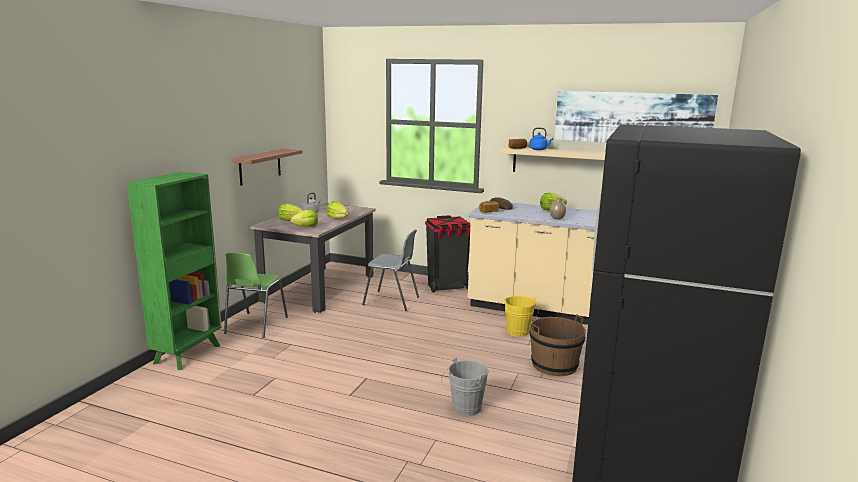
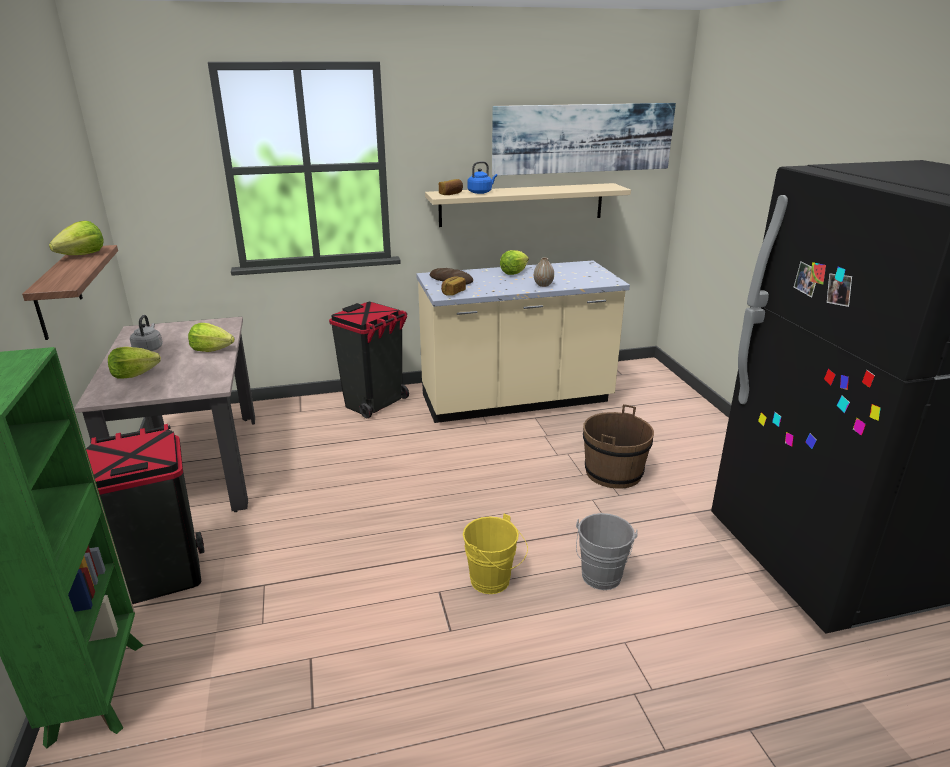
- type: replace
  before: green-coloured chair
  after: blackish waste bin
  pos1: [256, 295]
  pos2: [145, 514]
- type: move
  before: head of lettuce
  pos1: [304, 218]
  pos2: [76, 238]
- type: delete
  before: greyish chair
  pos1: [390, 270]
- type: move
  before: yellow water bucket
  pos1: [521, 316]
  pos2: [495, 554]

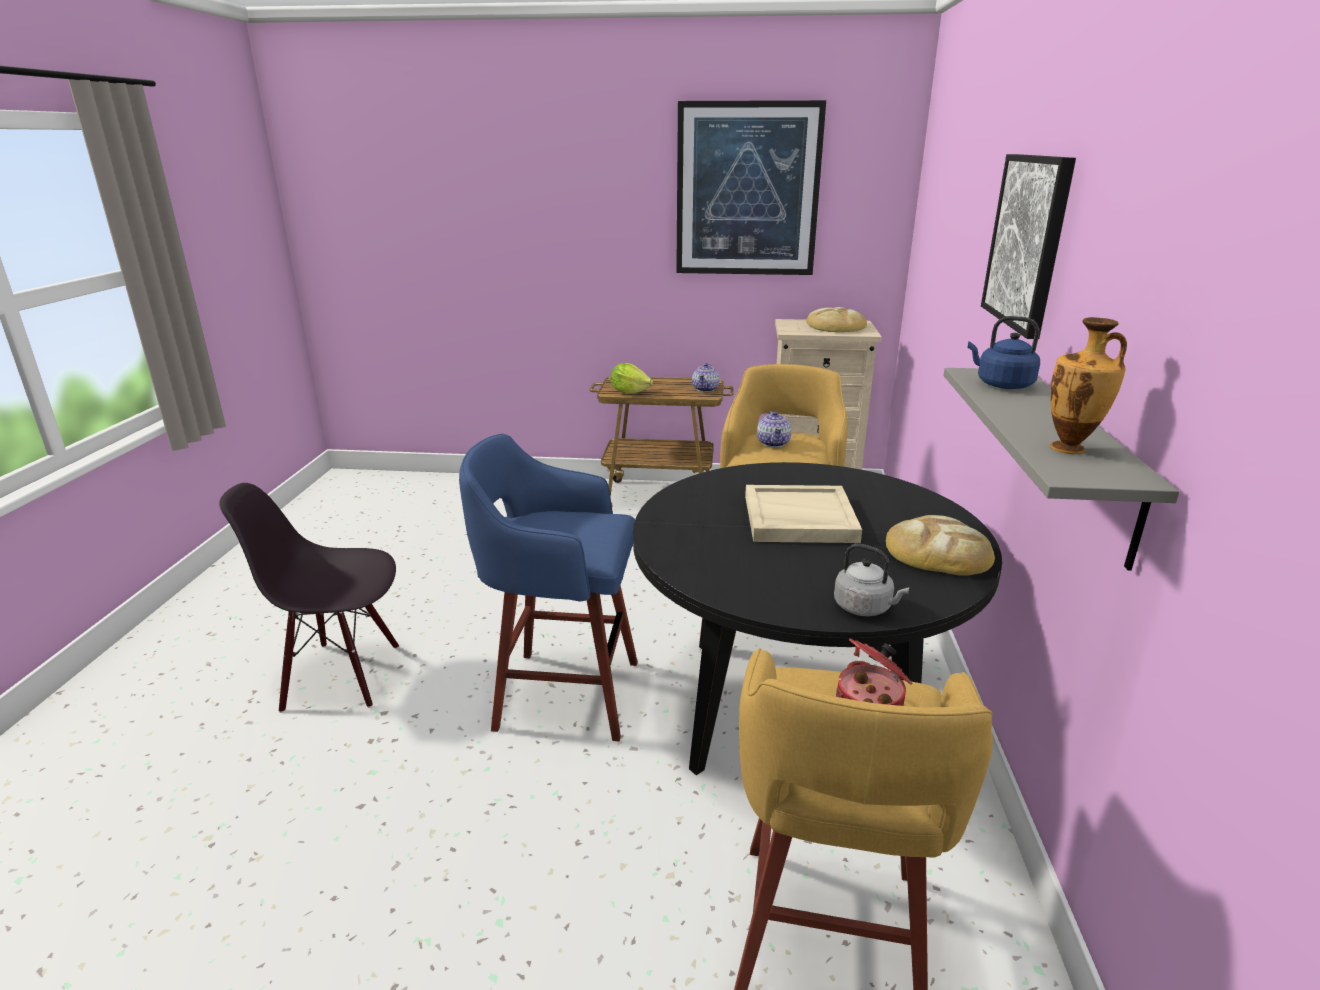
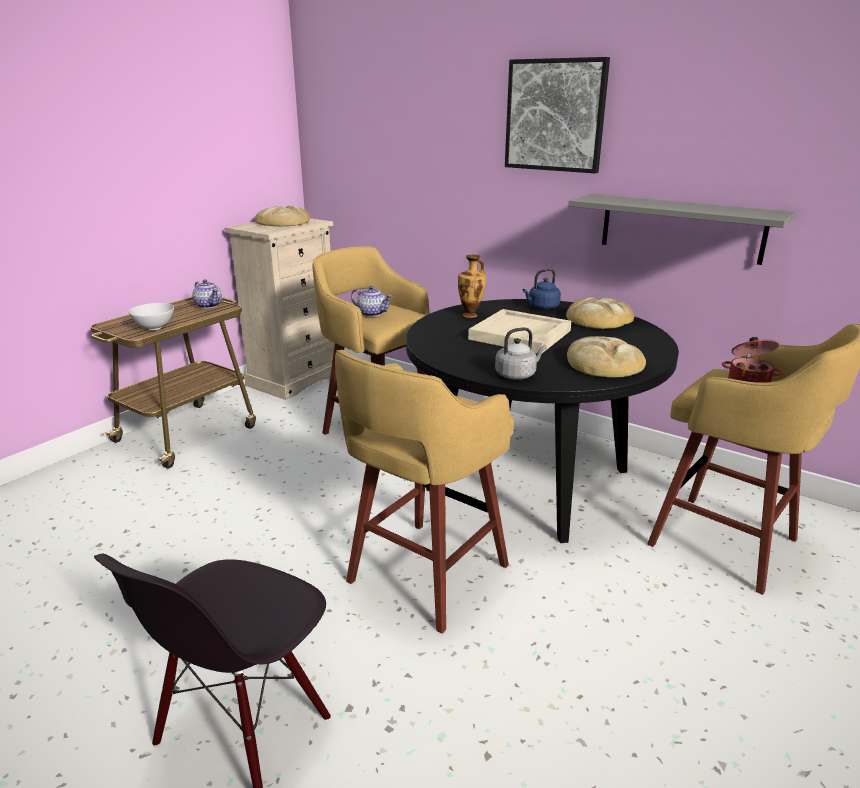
- type: recolor
  before: blue stool seat
  after: yellow stool seat
  pos1: [548, 587]
  pos2: [424, 491]
- type: replace
  before: head of lettuce
  after: white serving bowl
  pos1: [632, 378]
  pos2: [151, 316]
- type: delete
  before: wall picture
  pos1: [751, 187]
- type: move
  before: greyish kettle
  pos1: [872, 580]
  pos2: [520, 353]
- type: move
  before: blue kettle
  pos1: [1004, 352]
  pos2: [542, 289]
- type: move
  before: flower vase
  pos1: [1088, 385]
  pos2: [472, 286]
- type: insert
  after: bread
  pos2: [606, 356]

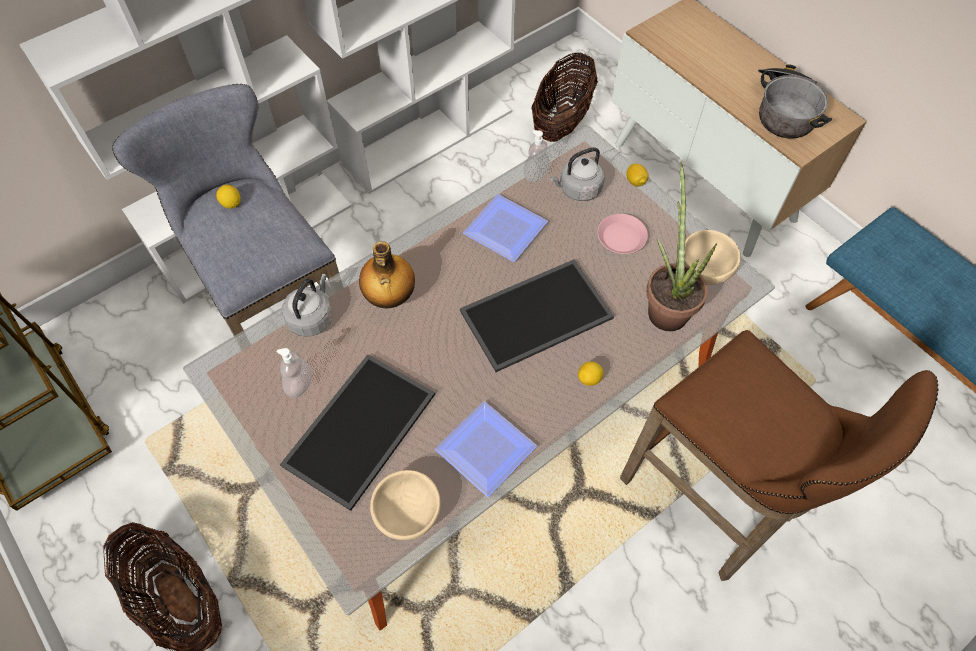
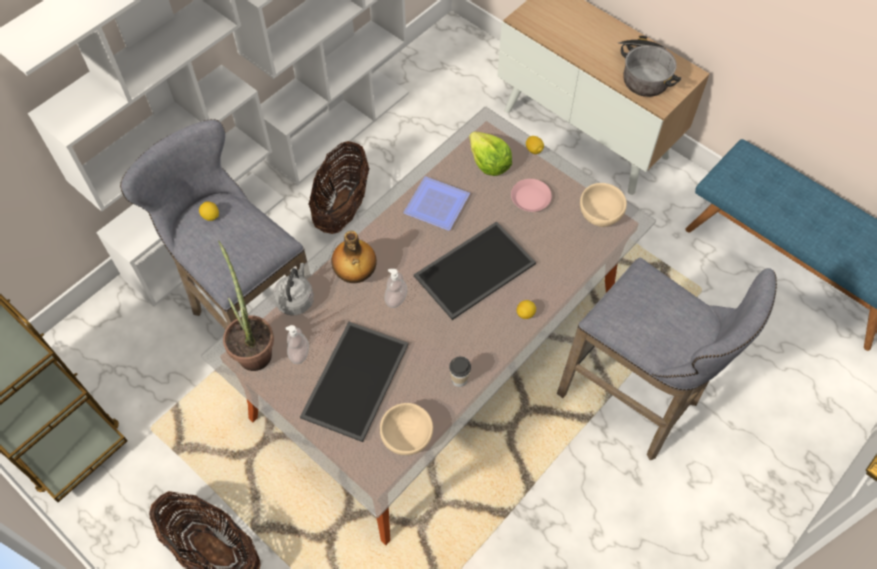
- type: replace
  before: dinner plate
  after: cup
  pos1: [486, 449]
  pos2: [460, 371]
- type: move
  before: soap bottle
  pos1: [536, 156]
  pos2: [395, 288]
- type: move
  before: storage basket
  pos1: [564, 97]
  pos2: [339, 187]
- type: replace
  before: greyish kettle
  after: head of lettuce
  pos1: [577, 174]
  pos2: [490, 153]
- type: recolor
  before: brown stool seat
  after: greyish stool seat
  pos1: [779, 455]
  pos2: [667, 359]
- type: move
  before: plant in a pot
  pos1: [681, 246]
  pos2: [246, 306]

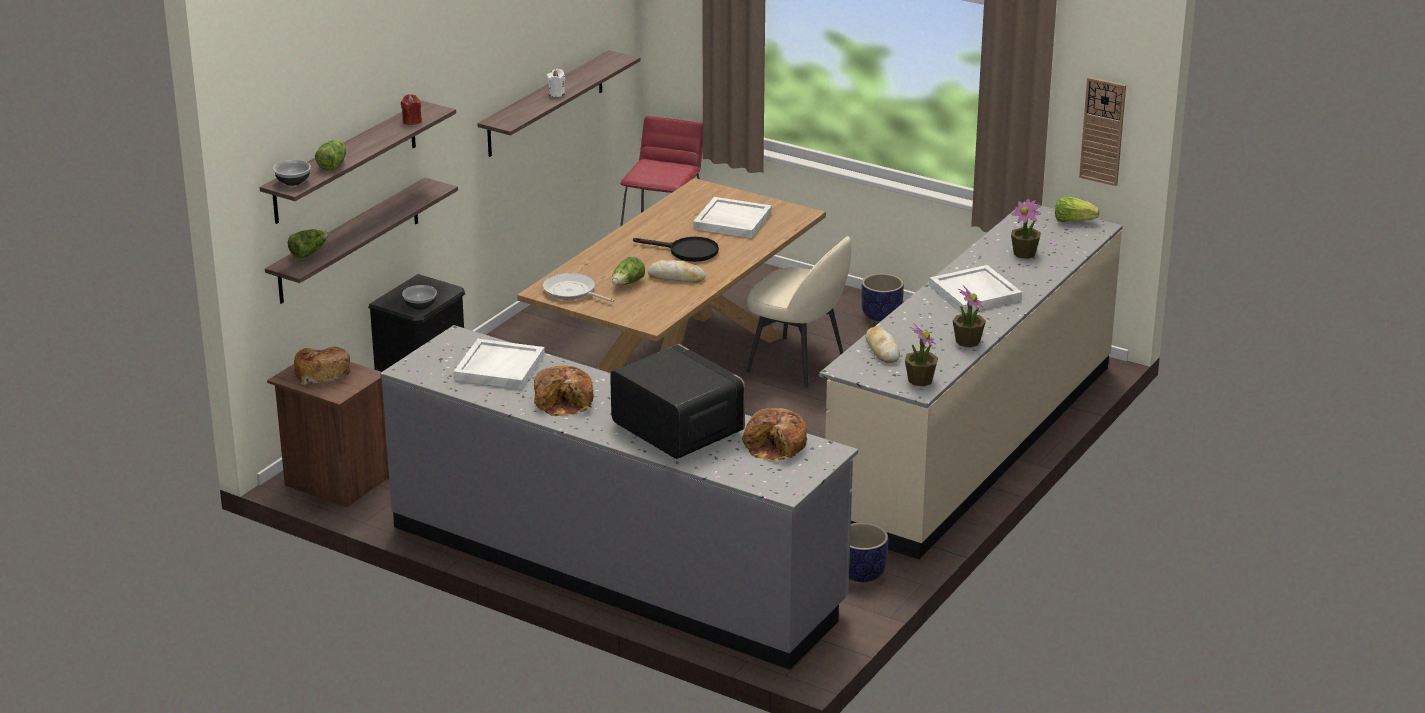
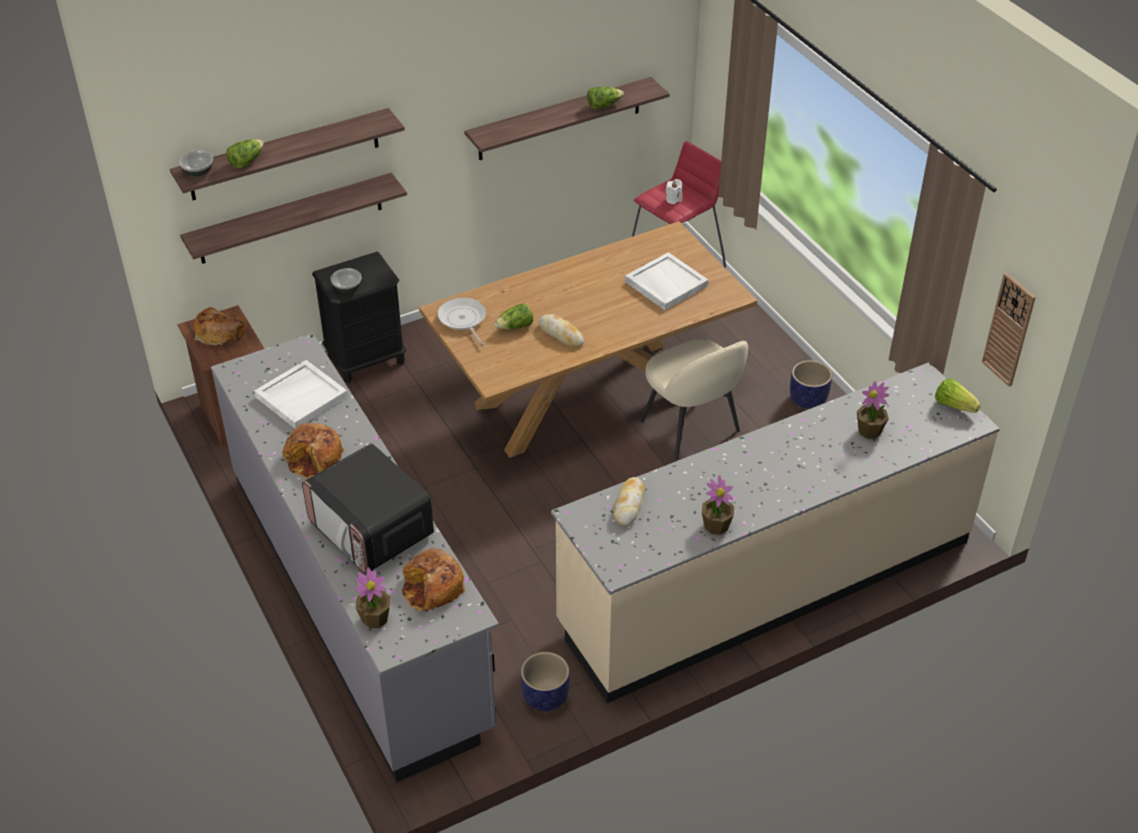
- type: move
  before: head of lettuce
  pos1: [308, 243]
  pos2: [605, 98]
- type: delete
  before: reddish wax candle
  pos1: [411, 109]
- type: move
  before: white wax candle
  pos1: [556, 83]
  pos2: [674, 191]
- type: rotate
  before: microwave
  pos1: [677, 401]
  pos2: [368, 508]
  turn: 150
- type: delete
  before: blackish pan
  pos1: [676, 249]
- type: move
  before: plant in a pot
  pos1: [921, 355]
  pos2: [372, 597]
- type: delete
  before: white carrying tray
  pos1: [975, 289]

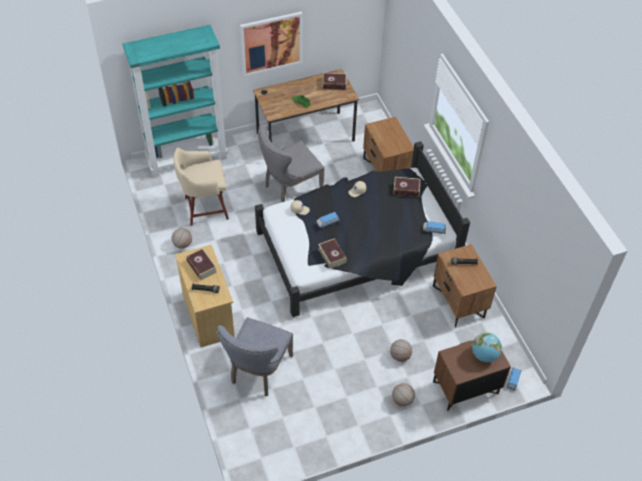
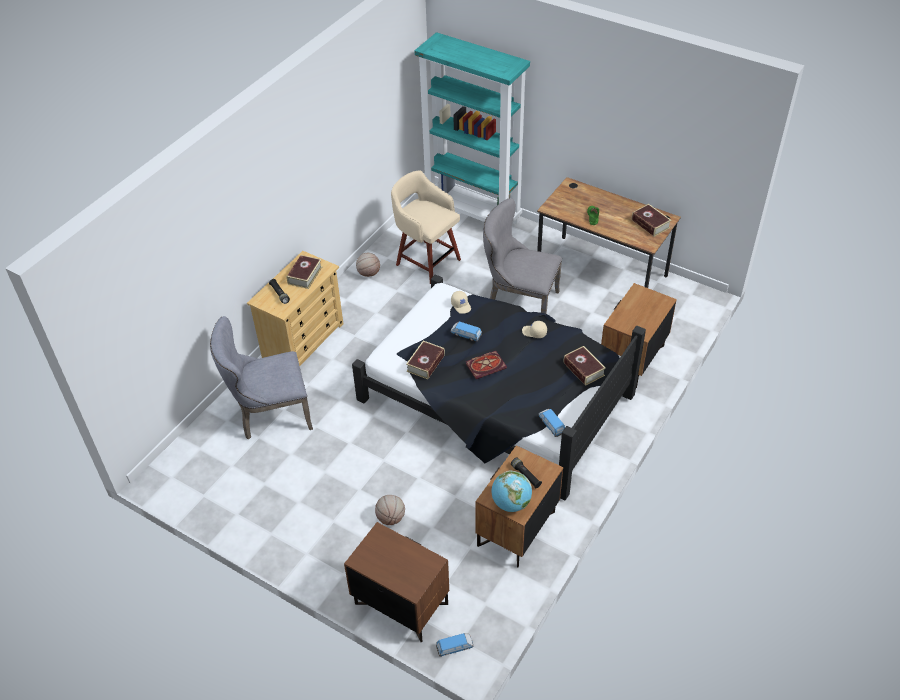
- type: delete
  before: wall picture
  pos1: [271, 44]
- type: delete
  before: basketball
  pos1: [403, 395]
- type: move
  before: desk globe
  pos1: [487, 347]
  pos2: [511, 491]
- type: insert
  after: book
  pos2: [486, 365]

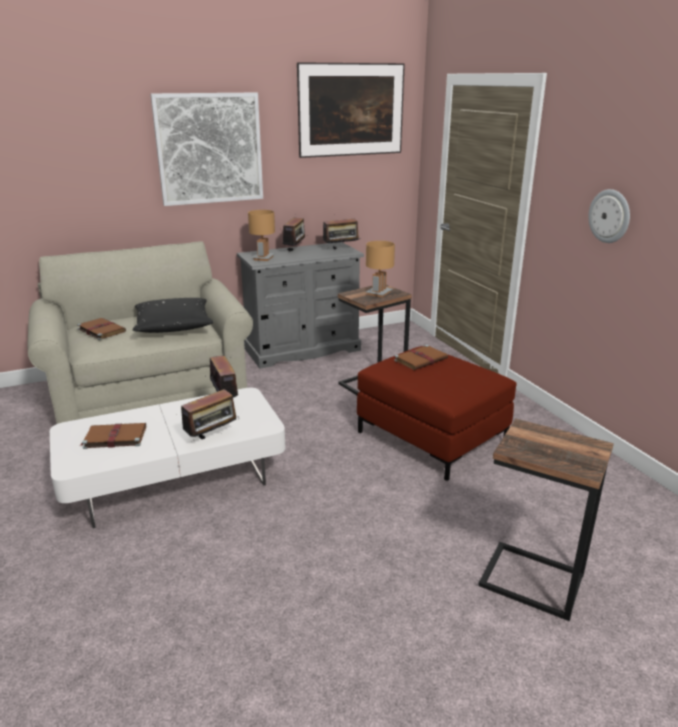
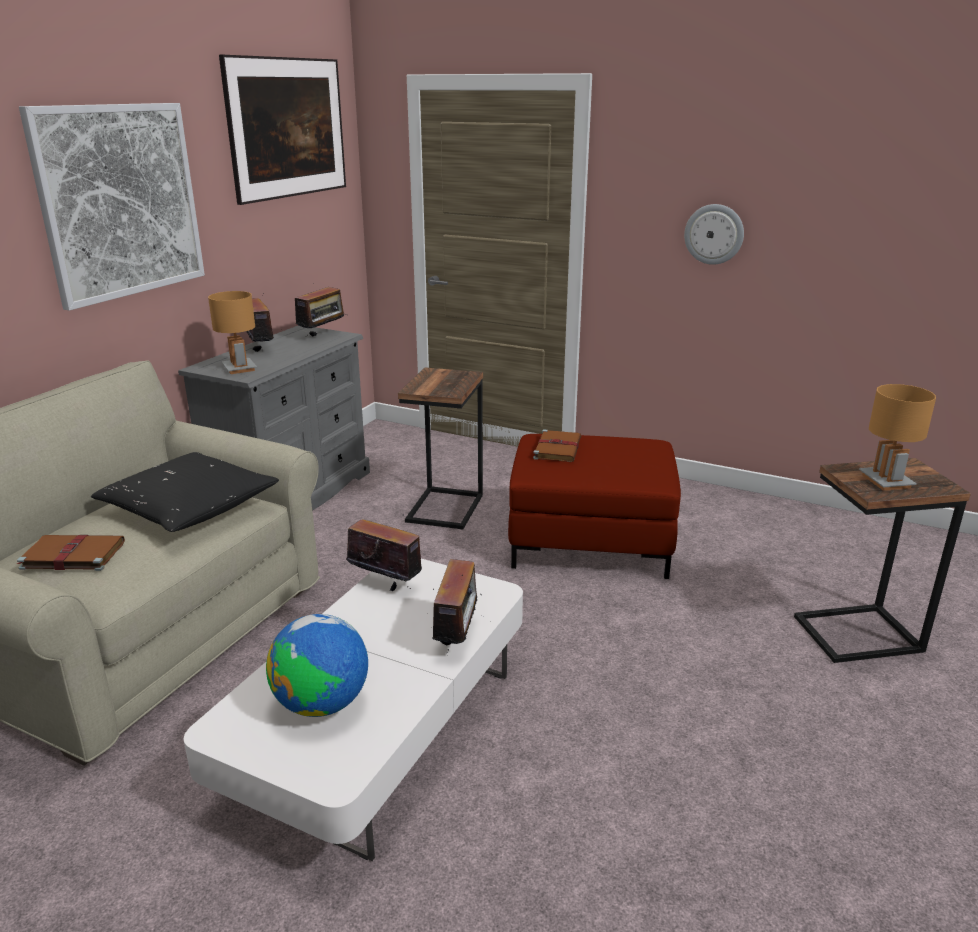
- type: replace
  before: brown book
  after: desk globe
  pos1: [112, 436]
  pos2: [317, 665]
- type: move
  before: brown tabletop lamp
  pos1: [380, 269]
  pos2: [897, 437]

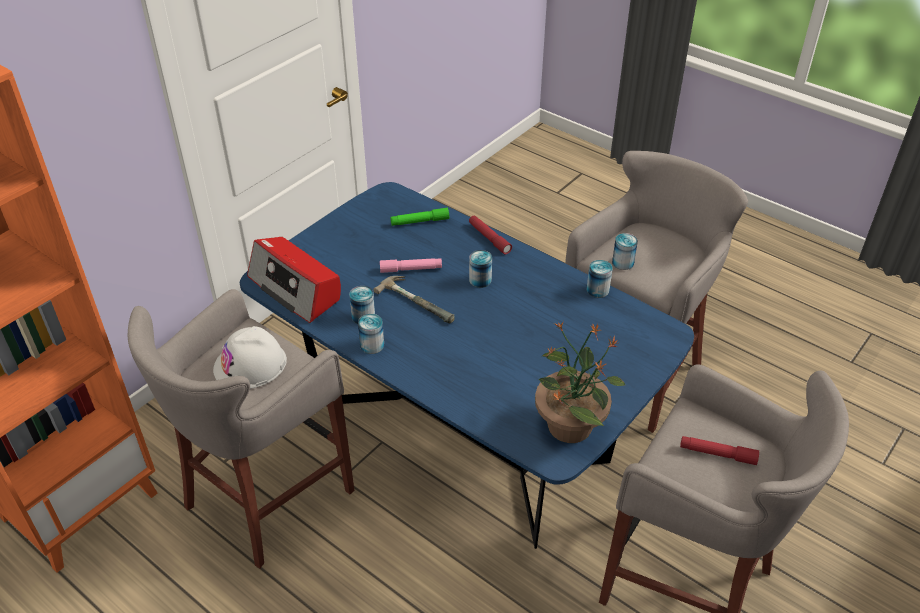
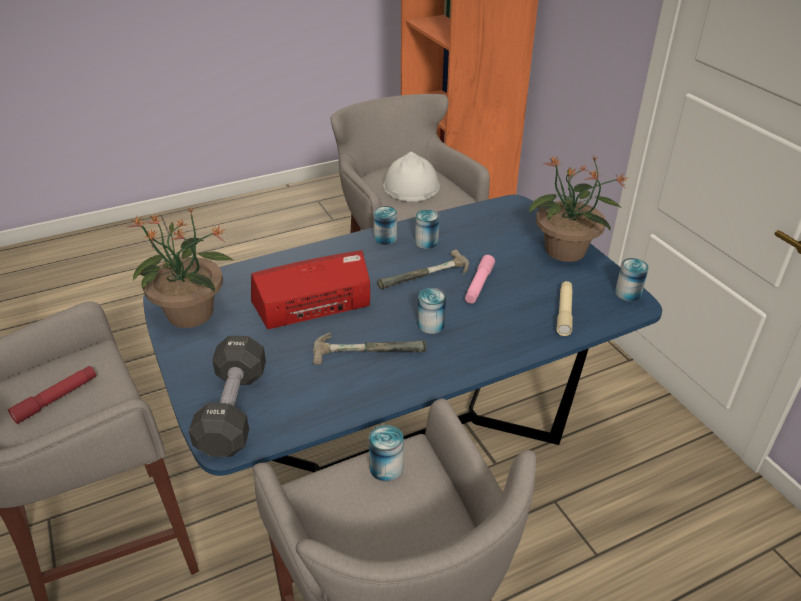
- type: move
  before: radio receiver
  pos1: [294, 280]
  pos2: [310, 289]
- type: recolor
  before: green-coloured flashlight
  after: sand-coloured flashlight
  pos1: [420, 217]
  pos2: [565, 308]
- type: delete
  before: reddish flashlight
  pos1: [490, 235]
- type: move
  before: metal can
  pos1: [600, 279]
  pos2: [632, 279]
- type: insert
  after: blackish dumbbell
  pos2: [227, 396]
- type: insert
  after: hammer
  pos2: [369, 348]
- type: insert
  after: plant in a pot
  pos2: [578, 209]

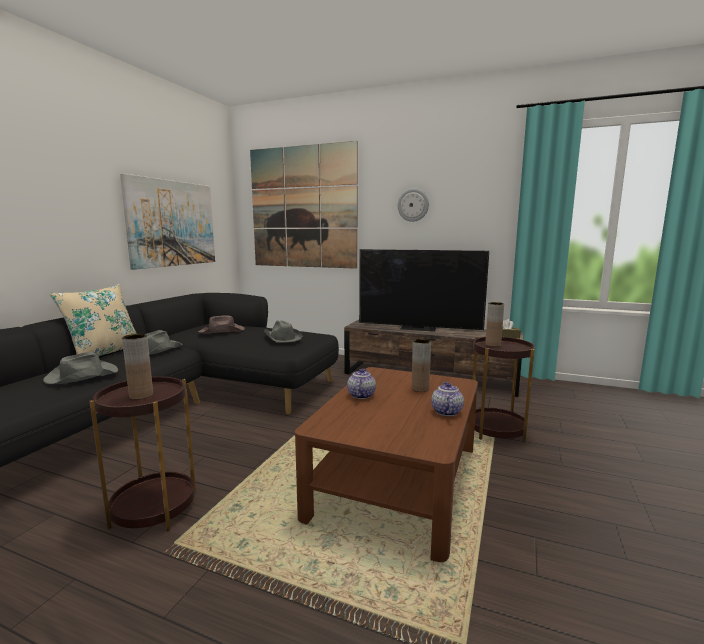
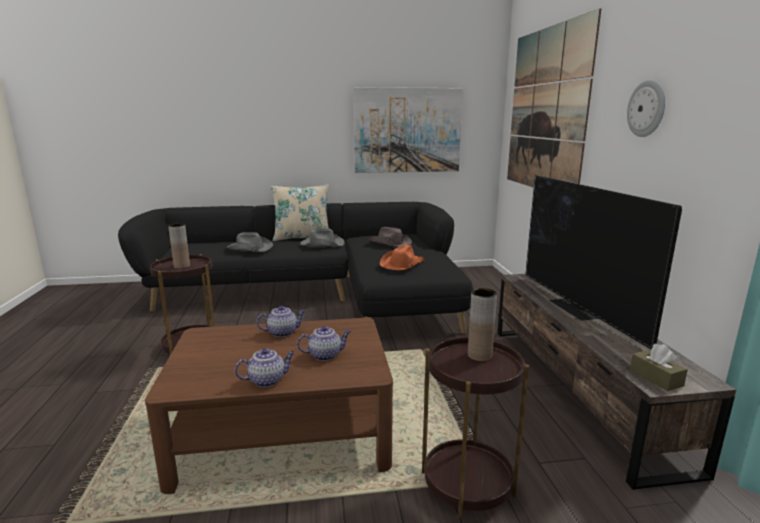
- type: recolor
  before: greyish wearable hat
  after: orange-coloured wearable hat
  pos1: [283, 331]
  pos2: [402, 257]
- type: replace
  before: brown flower vase
  after: tea pot
  pos1: [421, 365]
  pos2: [324, 343]

